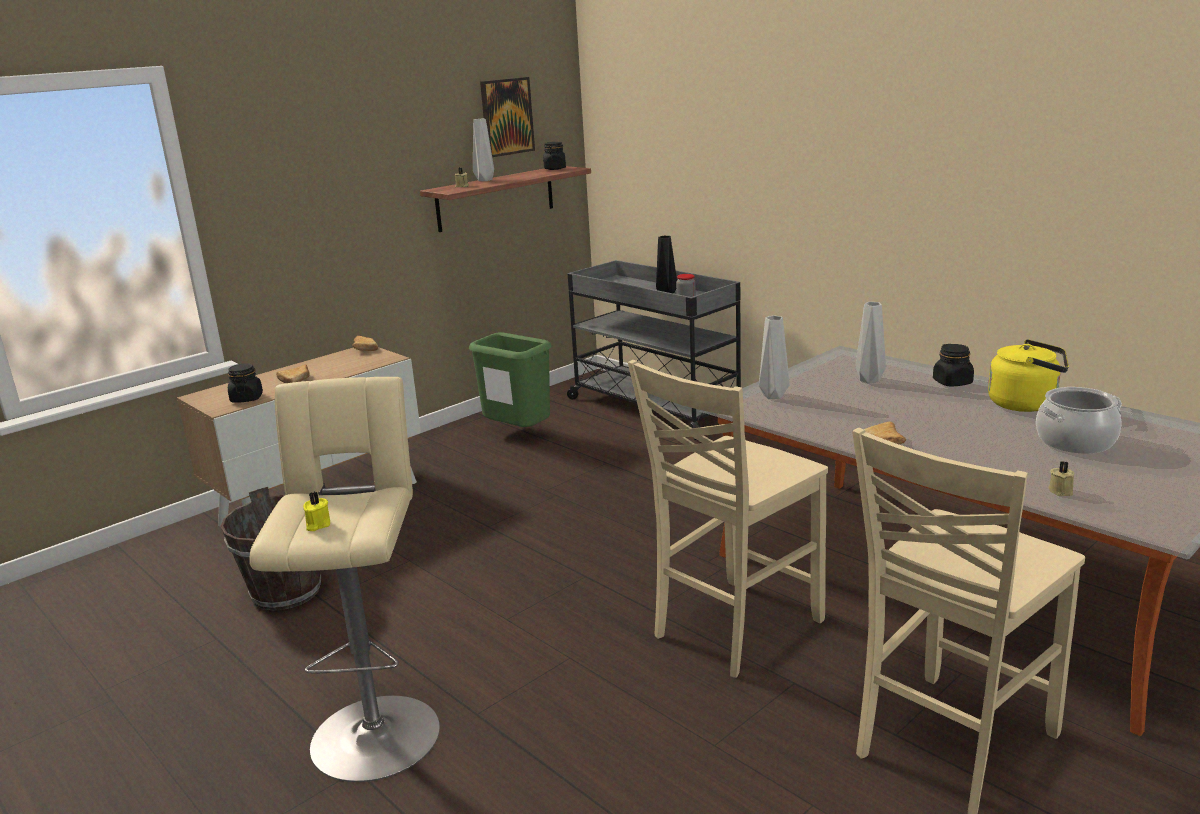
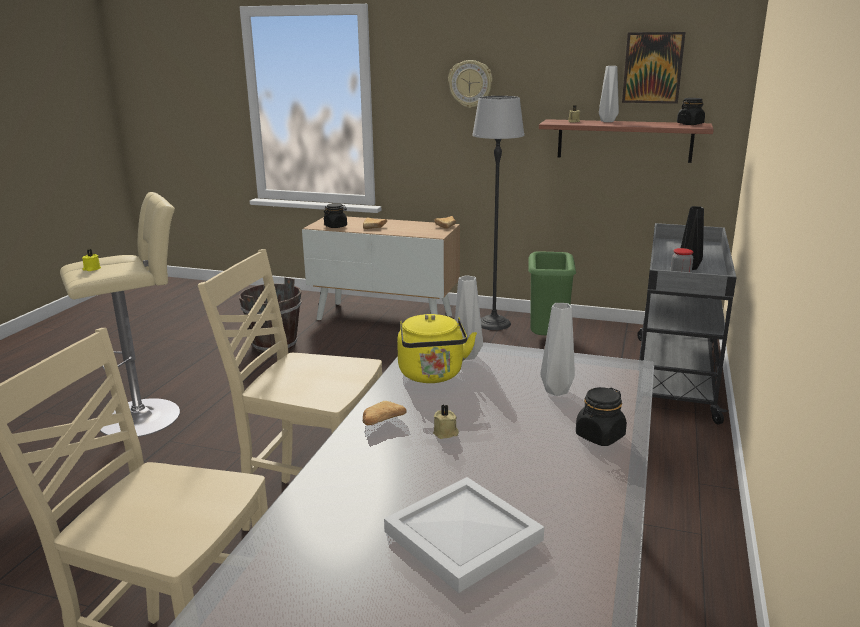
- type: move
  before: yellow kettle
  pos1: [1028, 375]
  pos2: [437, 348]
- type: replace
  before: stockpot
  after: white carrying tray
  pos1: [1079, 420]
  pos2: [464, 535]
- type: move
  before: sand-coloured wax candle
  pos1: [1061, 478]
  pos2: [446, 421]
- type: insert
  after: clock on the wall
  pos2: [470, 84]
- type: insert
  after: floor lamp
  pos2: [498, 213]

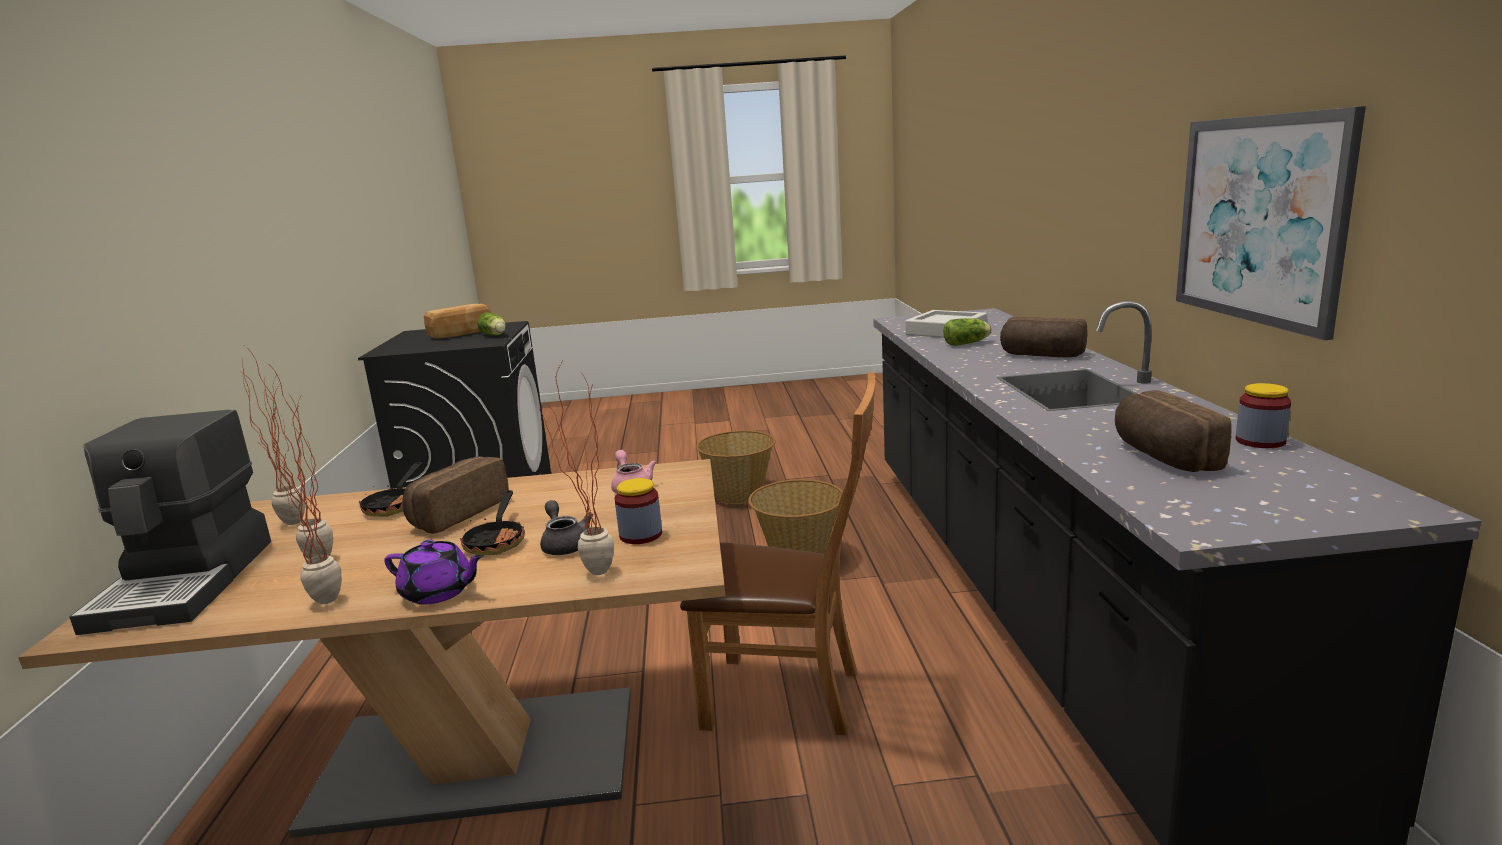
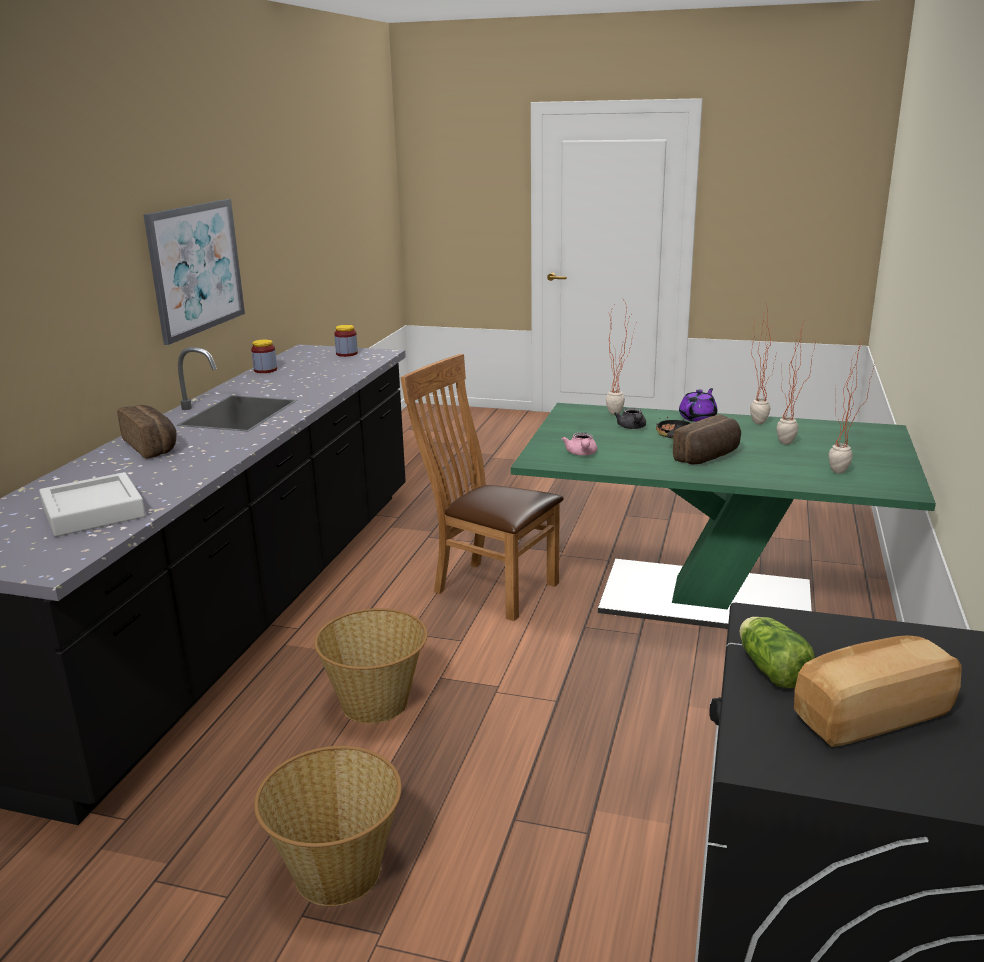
- type: recolor
  before: brown kitchen table
  after: green-coloured kitchen table
  pos1: [371, 648]
  pos2: [723, 516]
- type: delete
  before: coffee brewer
  pos1: [170, 522]
- type: delete
  before: pan
  pos1: [390, 489]
- type: rotate
  before: purple-coloured tea pot
  pos1: [434, 572]
  pos2: [698, 405]
  turn: 90
- type: move
  before: preserve jar
  pos1: [638, 511]
  pos2: [346, 341]
- type: delete
  before: head of lettuce
  pos1: [968, 332]
- type: delete
  before: bread
  pos1: [1173, 431]

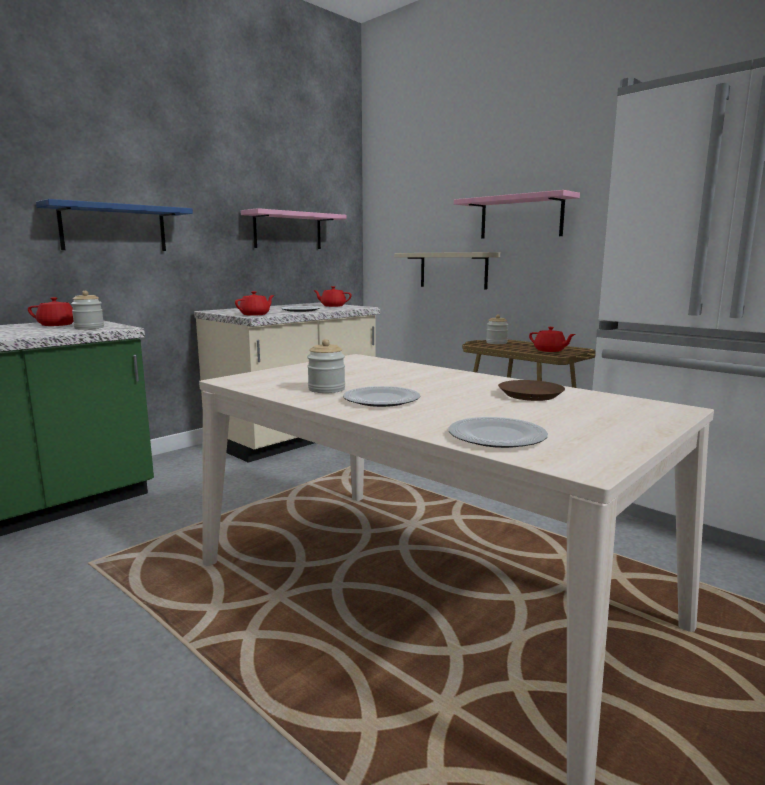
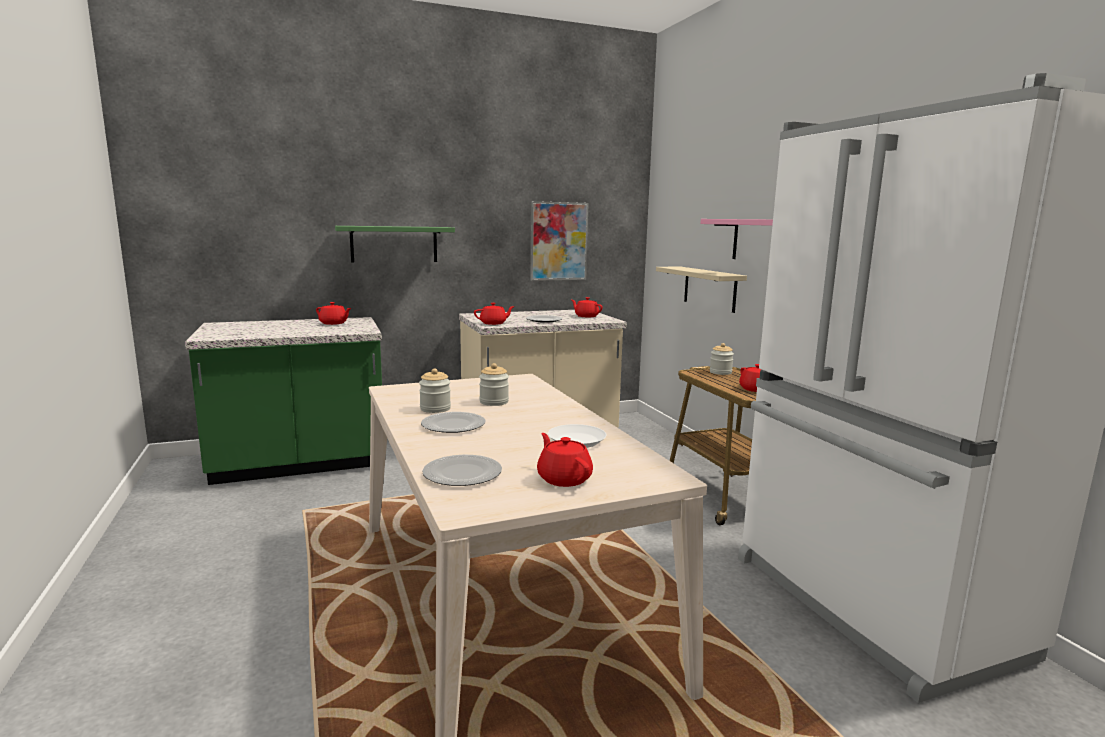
- type: recolor
  before: blue shelf
  after: green-coloured shelf
  pos1: [114, 225]
  pos2: [395, 244]
- type: move
  before: preserve jar
  pos1: [87, 310]
  pos2: [494, 384]
- type: replace
  before: pinkish shelf
  after: wall picture
  pos1: [293, 228]
  pos2: [559, 241]
- type: recolor
  before: brown dinner plate
  after: white dinner plate
  pos1: [531, 390]
  pos2: [577, 436]
- type: insert
  after: reddish tea pot
  pos2: [565, 460]

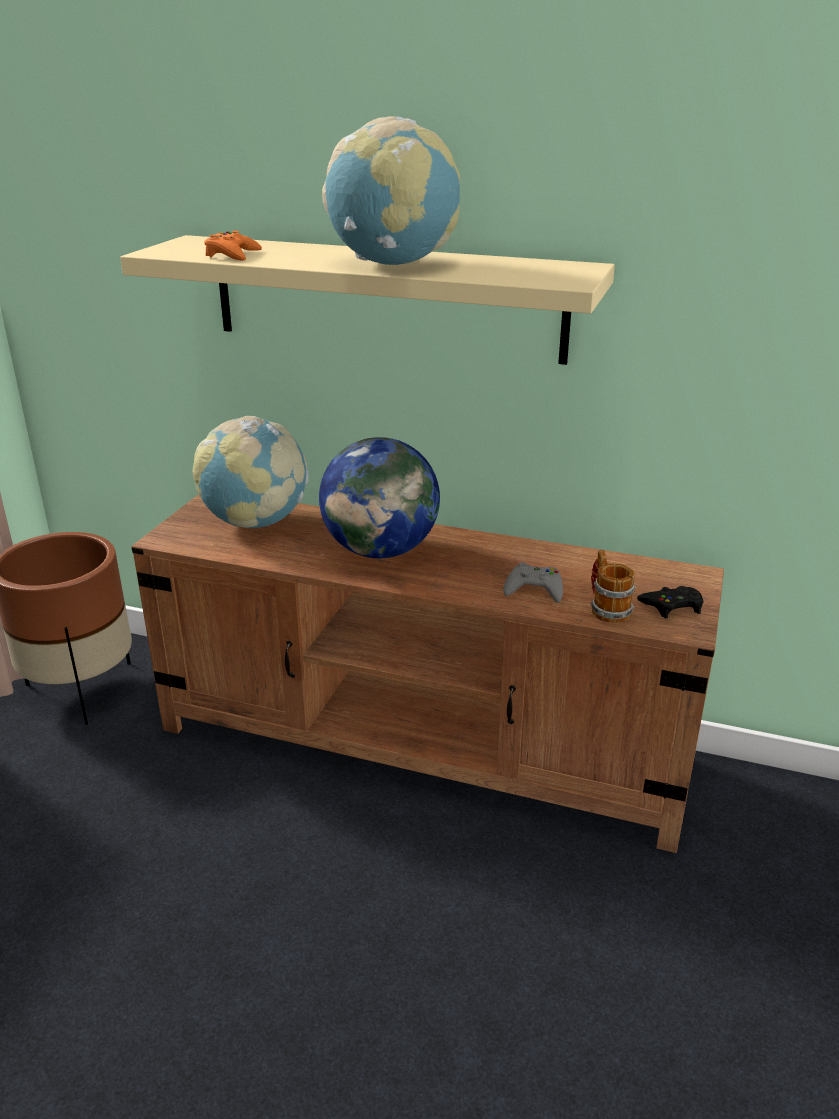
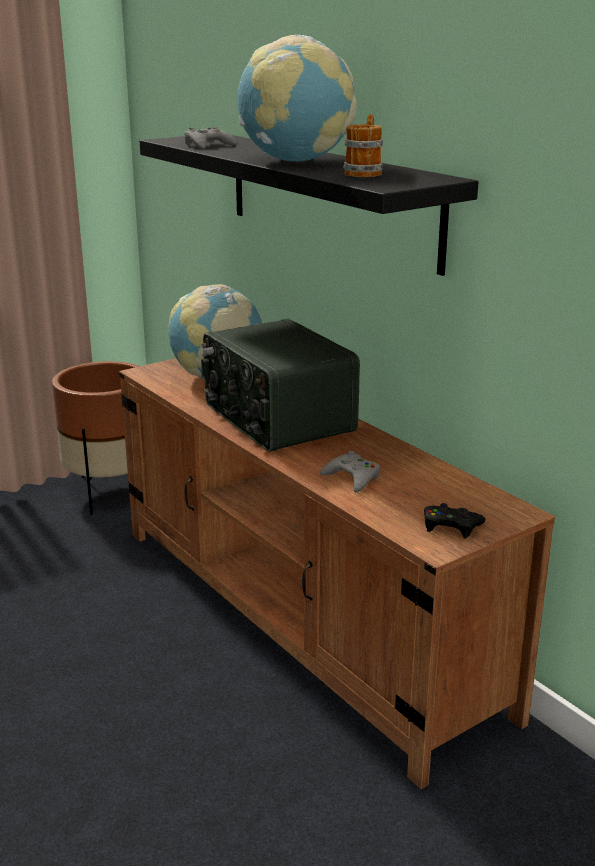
- type: recolor
  before: sand-coloured shelf
  after: blackish shelf
  pos1: [367, 300]
  pos2: [309, 205]
- type: recolor
  before: orange-coloured joypad
  after: greyish joypad
  pos1: [233, 246]
  pos2: [210, 138]
- type: replace
  before: desk globe
  after: radio receiver
  pos1: [379, 497]
  pos2: [280, 385]
- type: move
  before: mug
  pos1: [613, 586]
  pos2: [363, 146]

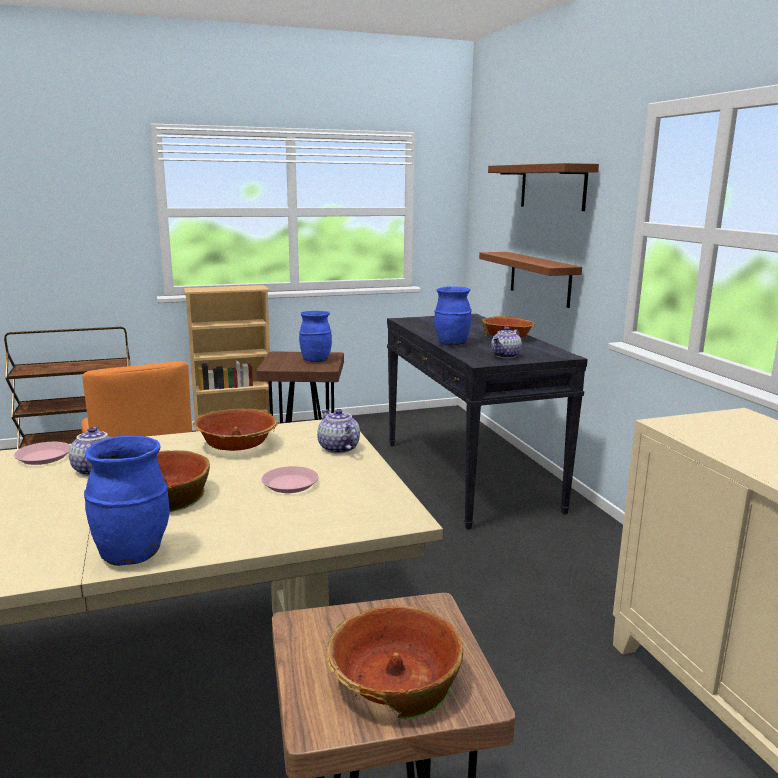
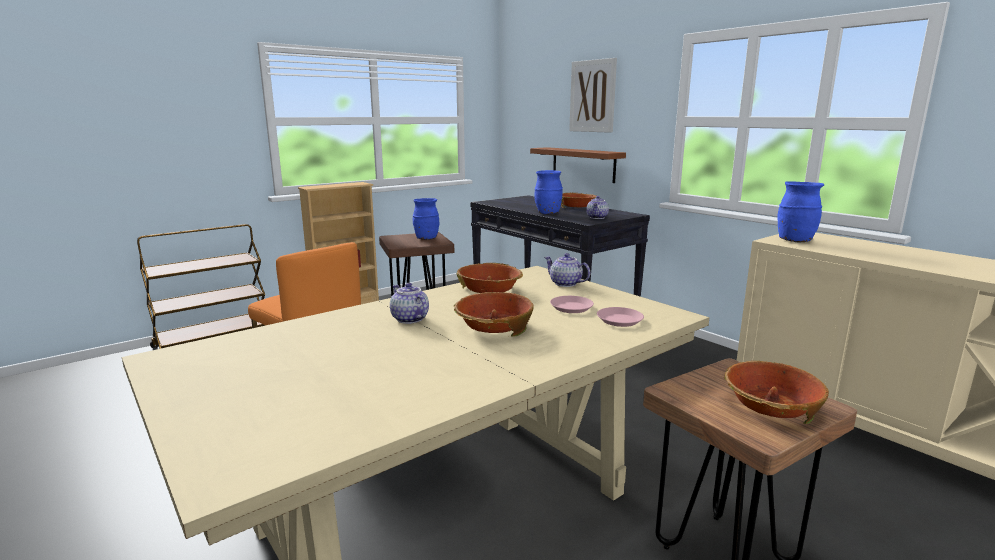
- type: move
  before: pinkish dinner plate
  pos1: [42, 453]
  pos2: [620, 317]
- type: move
  before: blue flower vase
  pos1: [127, 501]
  pos2: [800, 212]
- type: replace
  before: brown shelf
  after: wall picture
  pos1: [543, 187]
  pos2: [593, 95]

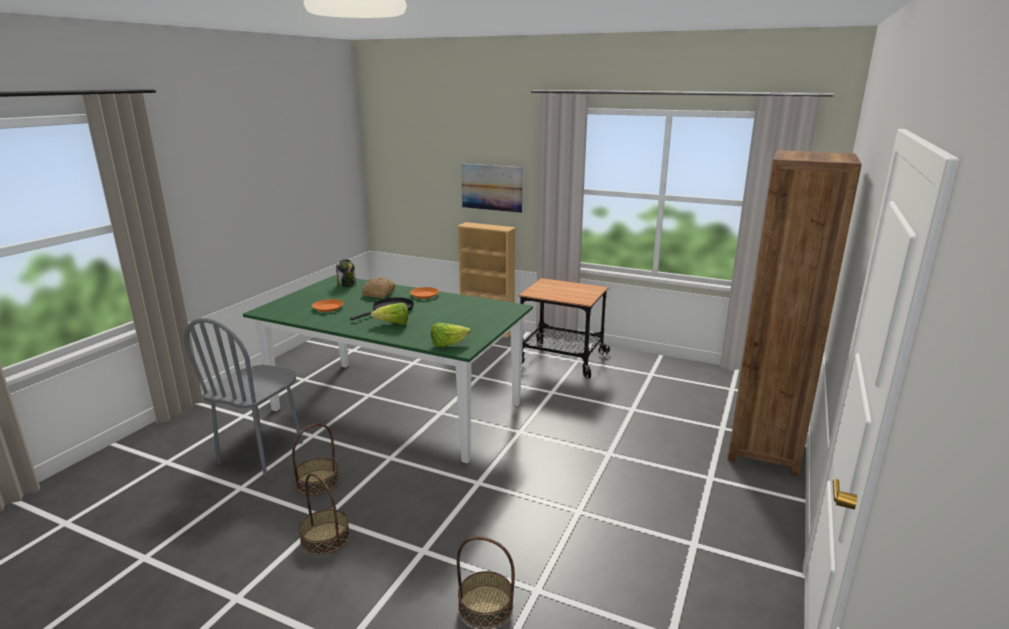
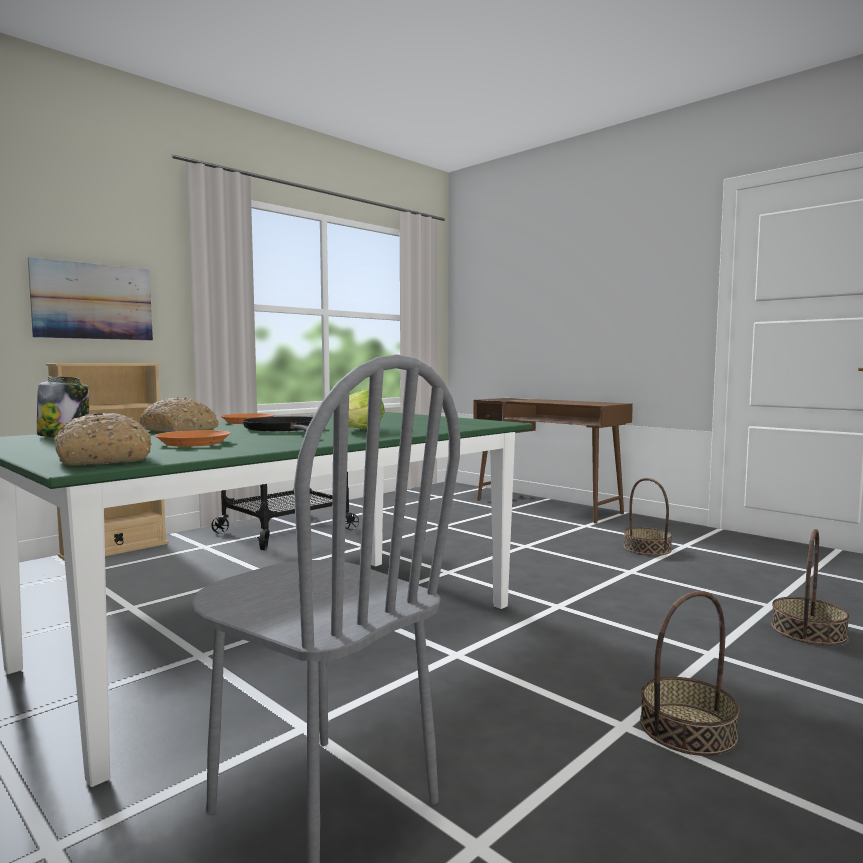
- type: move
  before: storage basket
  pos1: [315, 459]
  pos2: [647, 517]
- type: delete
  before: head of lettuce
  pos1: [451, 335]
- type: replace
  before: brown bookcase
  after: brown desk
  pos1: [795, 313]
  pos2: [553, 460]
- type: insert
  after: bread
  pos2: [103, 439]

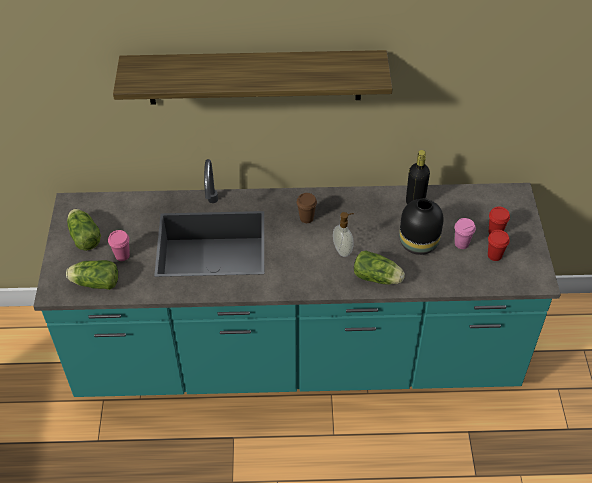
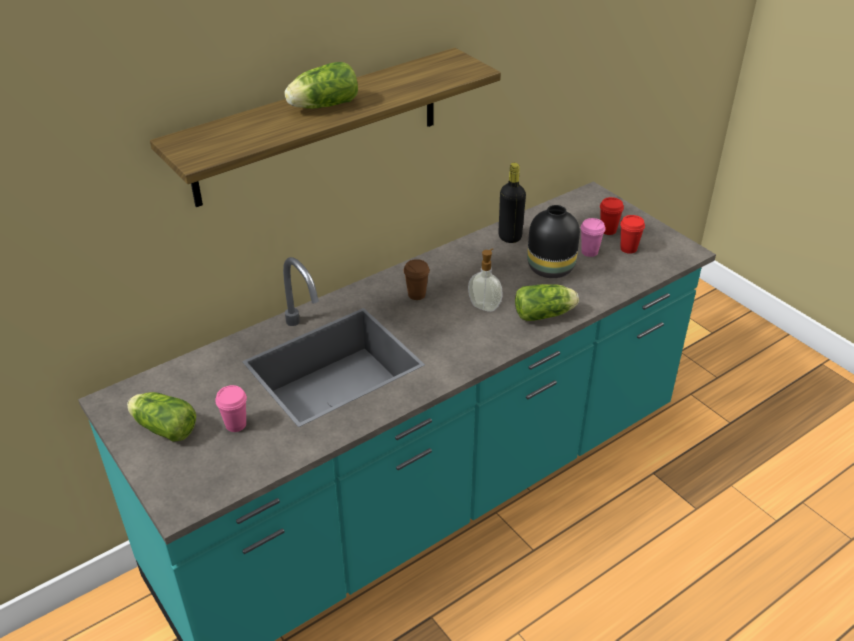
- type: move
  before: head of lettuce
  pos1: [92, 275]
  pos2: [321, 85]

